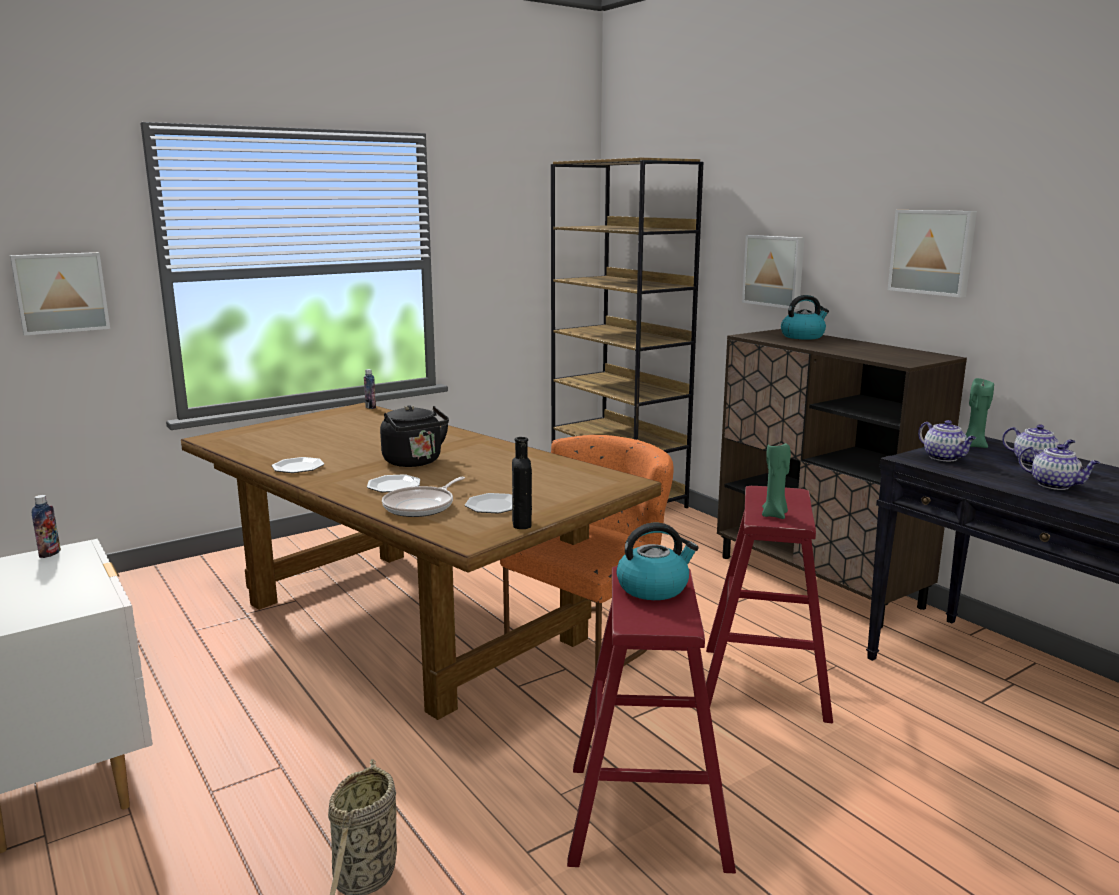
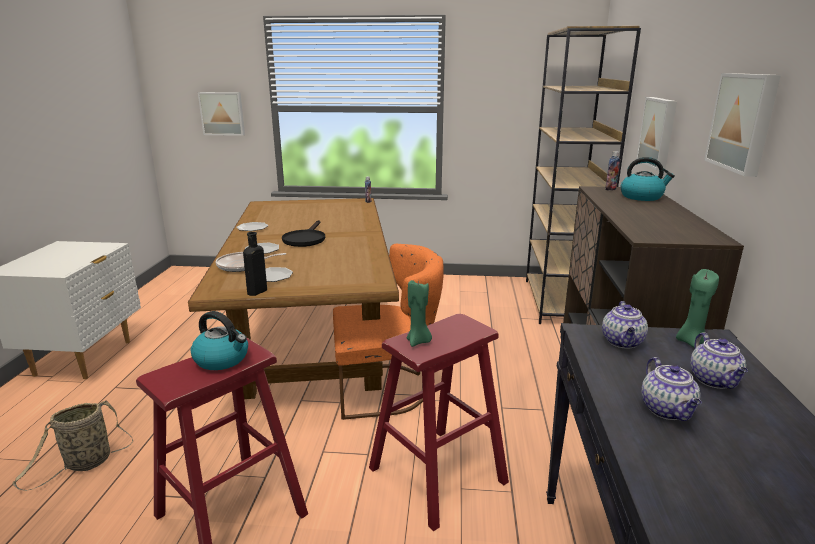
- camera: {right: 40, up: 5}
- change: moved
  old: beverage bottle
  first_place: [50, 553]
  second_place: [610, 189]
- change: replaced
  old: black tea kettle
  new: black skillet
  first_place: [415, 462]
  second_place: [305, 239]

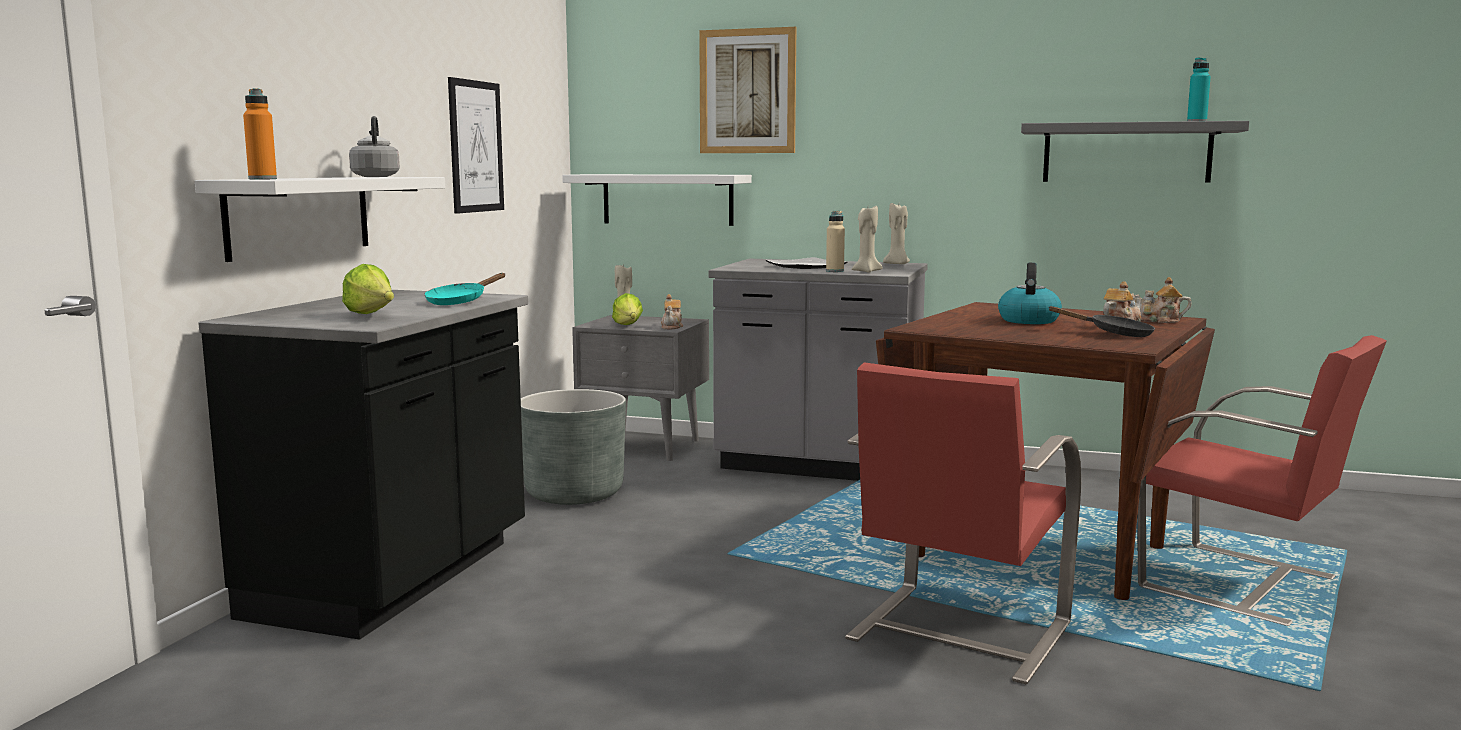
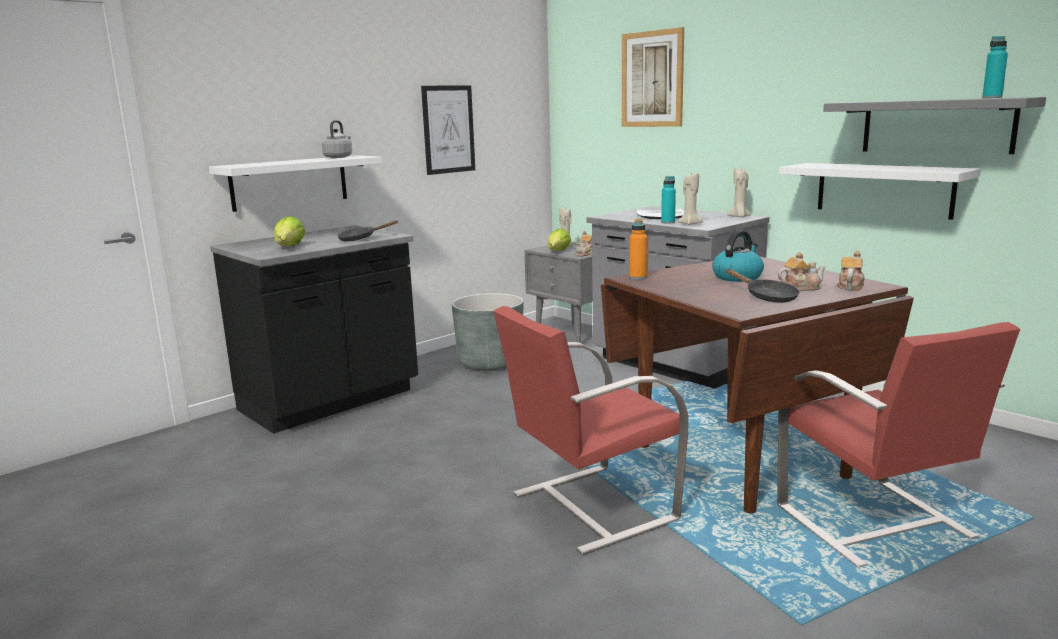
- camera: {right: 30, up: 5}
- change: moved
  old: orange-coloured beverage bottle
  first_place: [262, 179]
  second_place: [638, 277]
- change: moved
  old: white bracket shelf
  first_place: [667, 199]
  second_place: [883, 189]
- change: recoloured
  old: turquoise skillet
  new: black skillet
  first_place: [460, 302]
  second_place: [361, 239]
- change: recoloured
  old: sand-coloured beverage bottle
  new: turquoise beverage bottle
  first_place: [835, 271]
  second_place: [668, 222]
- change: turned
  old: pot for tea
  first_place: [1159, 321]
  second_place: [850, 286]
  degrees: 75

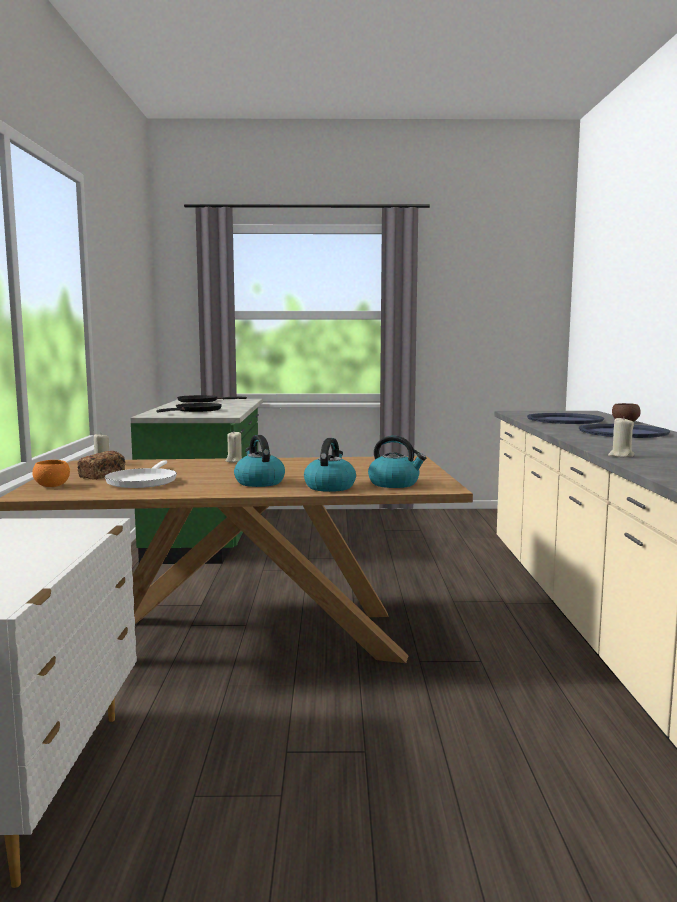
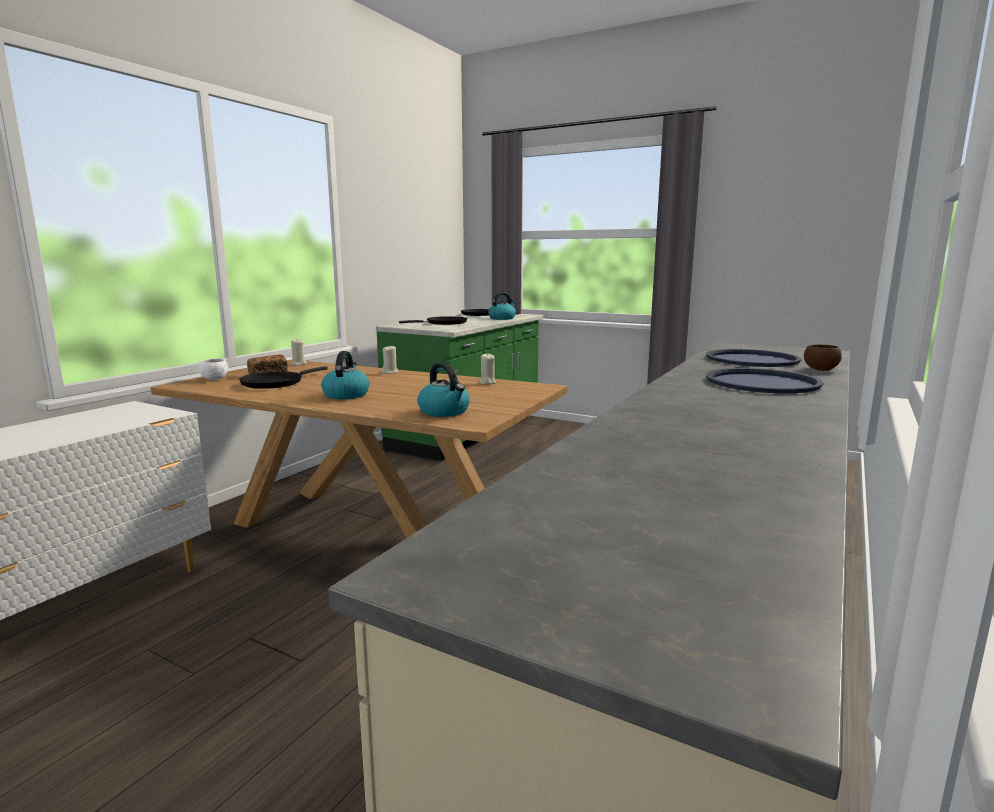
- camera: {right: 30, up: 5}
- change: moved
  old: tea kettle
  first_place: [330, 487]
  second_place: [502, 318]
- change: moved
  old: sand-coloured wax candle
  first_place: [621, 455]
  second_place: [487, 382]
- change: recoloured
  old: orange-coloured bowl
  new: white bowl
  first_place: [52, 486]
  second_place: [214, 379]
- change: recoloured
  old: white skillet
  new: black skillet
  first_place: [142, 481]
  second_place: [275, 383]

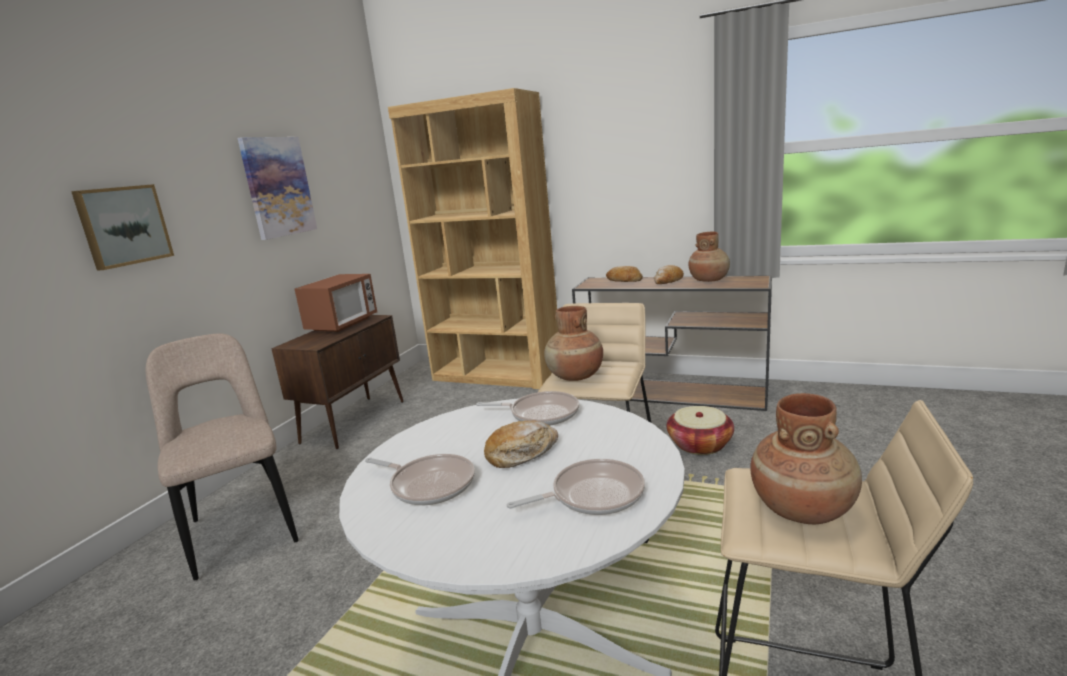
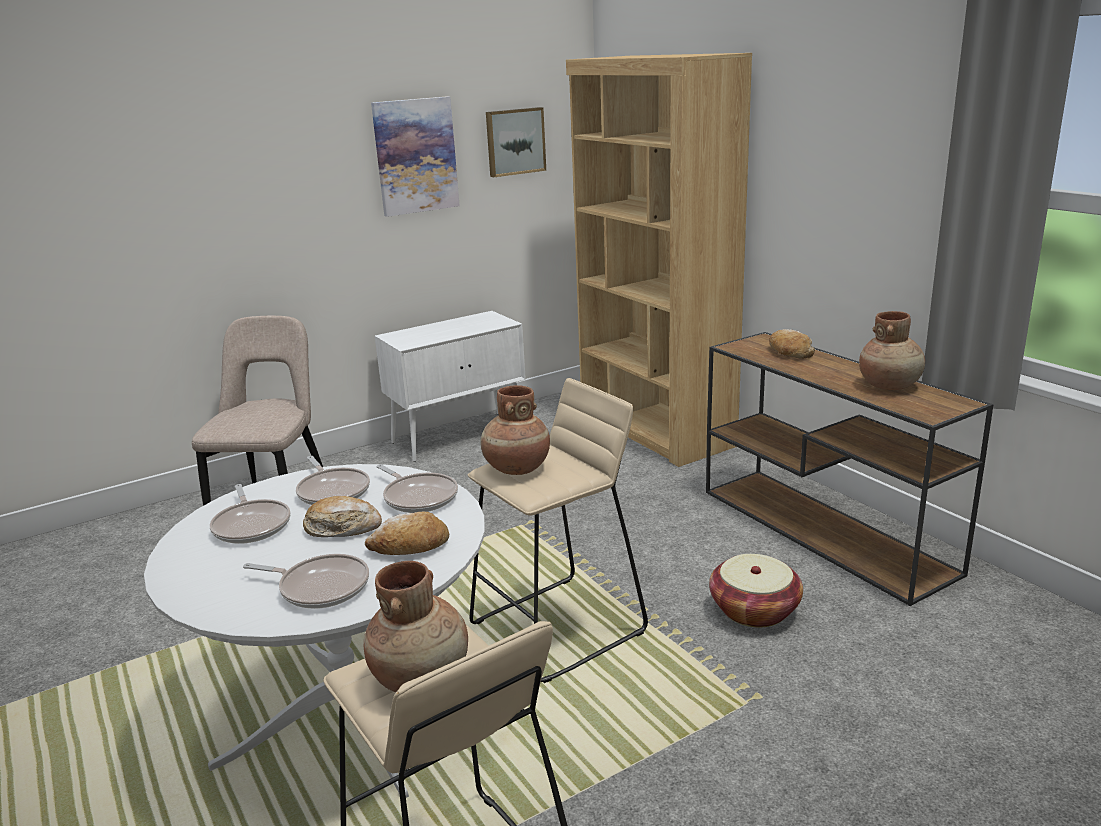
- camera: {right: 35, up: 5}
- change: removed
  old: kitchen microwave
  first_place: [342, 324]
- change: added
  new: skillet
  second_place: [333, 491]
- change: moved
  old: picture
  first_place: [123, 226]
  second_place: [514, 141]
- change: moved
  old: bread
  first_place: [668, 281]
  second_place: [410, 546]
- change: recoloured
  old: brownish cupboard
  new: white cupboard
  first_place: [355, 421]
  second_place: [460, 436]

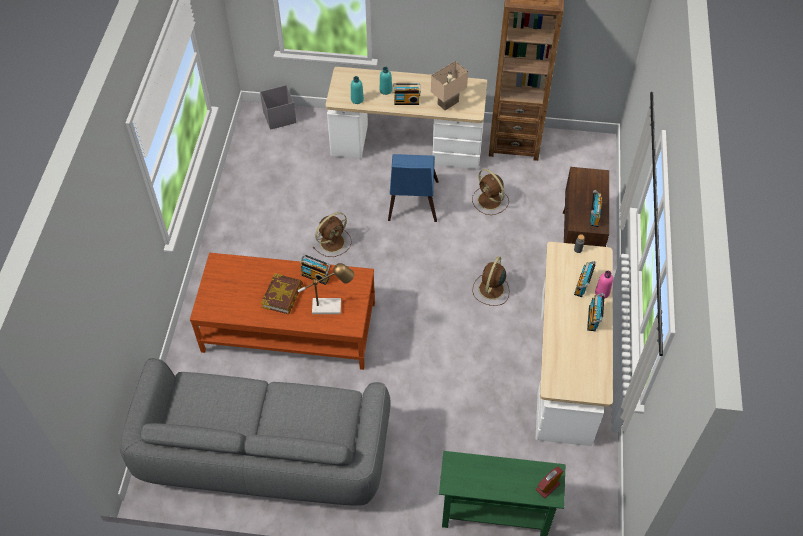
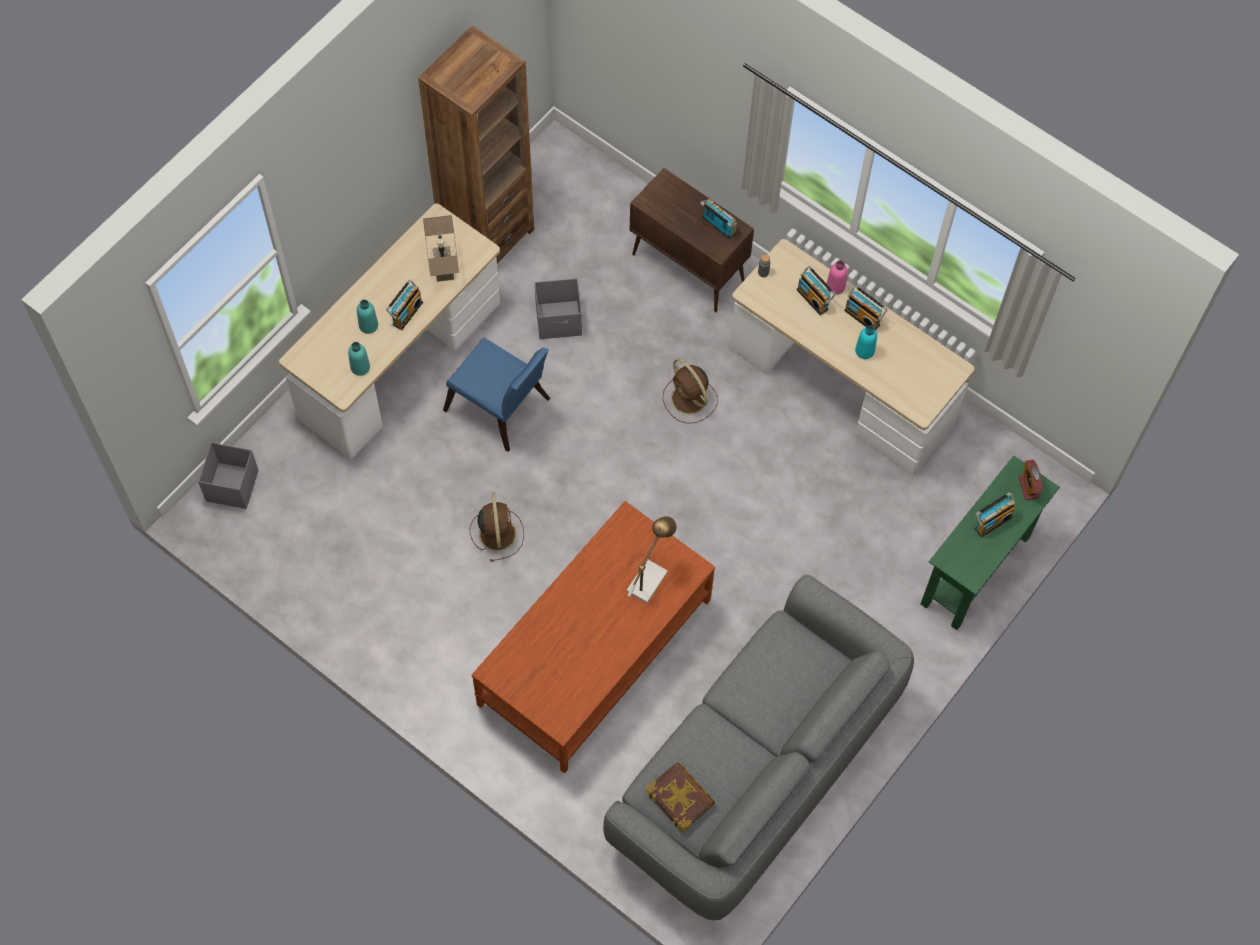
- camera: {right: -60, up: 10}
- change: added
  new: turquoise beverage bottle
  second_place: [864, 351]
- change: moved
  old: bound book
  first_place: [282, 296]
  second_place: [680, 797]
- change: moved
  old: radio set
  first_place: [316, 276]
  second_place: [992, 521]
- change: replaced
  old: brownish fan
  new: gray storage bin
  first_place: [490, 201]
  second_place: [559, 320]

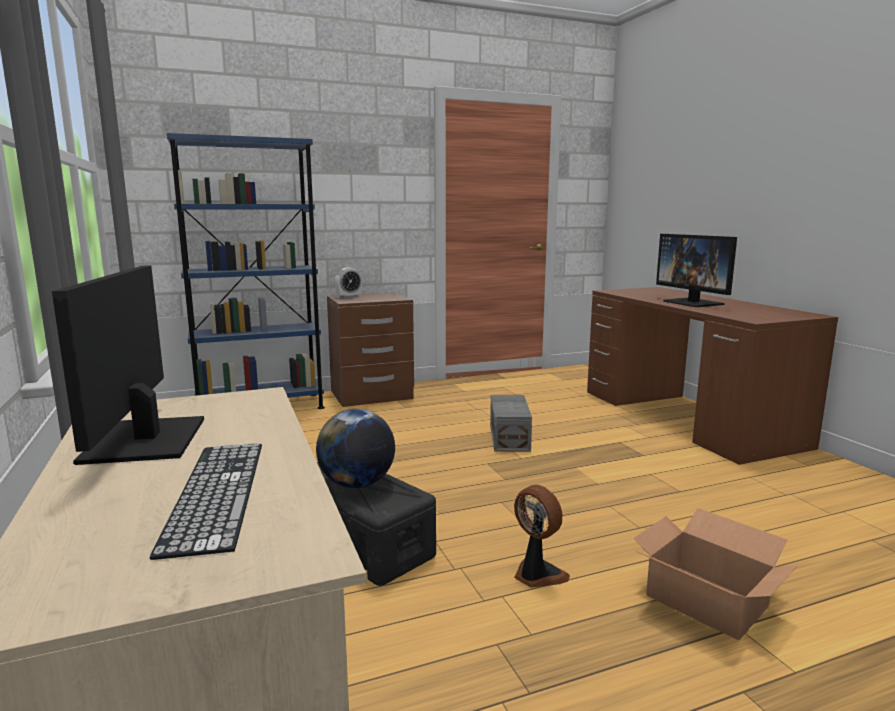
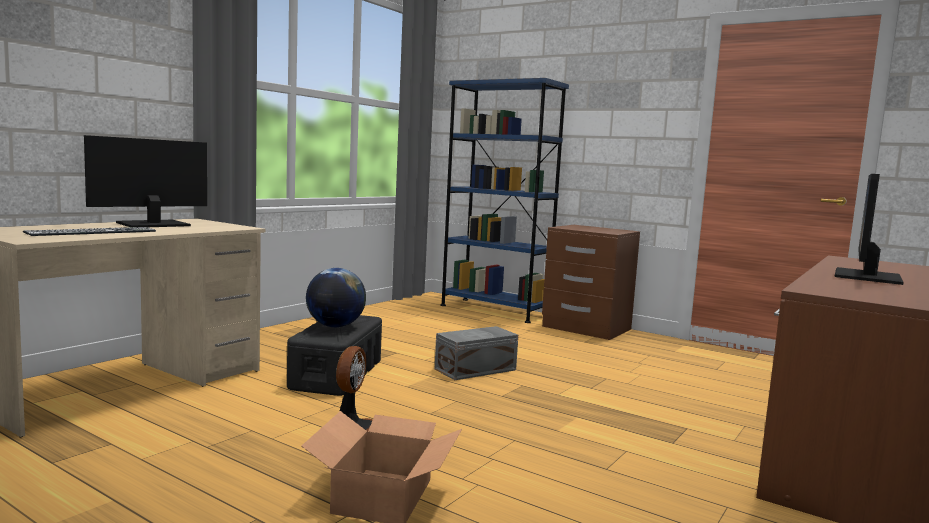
- camera: {right: 55, up: -5}
- change: removed
  old: alarm clock
  first_place: [349, 297]
- change: moved
  old: gray storage bin
  first_place: [510, 437]
  second_place: [477, 370]

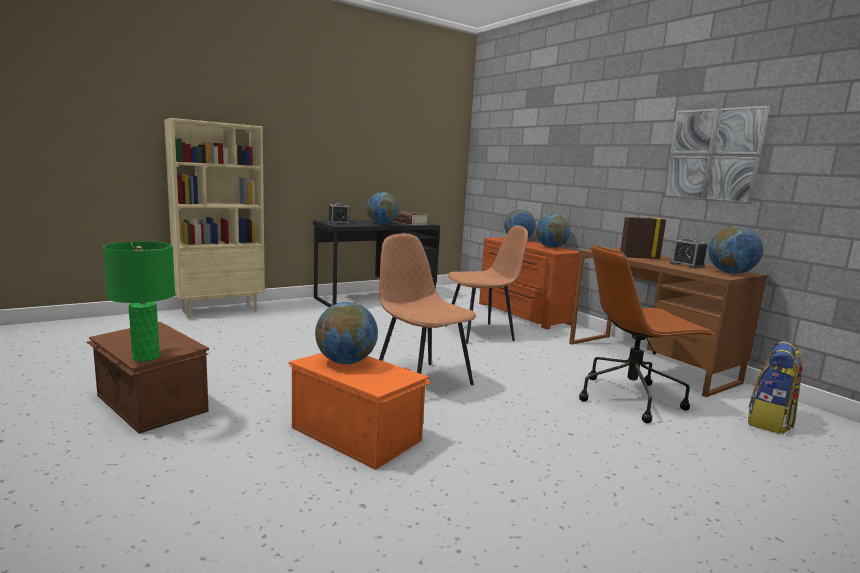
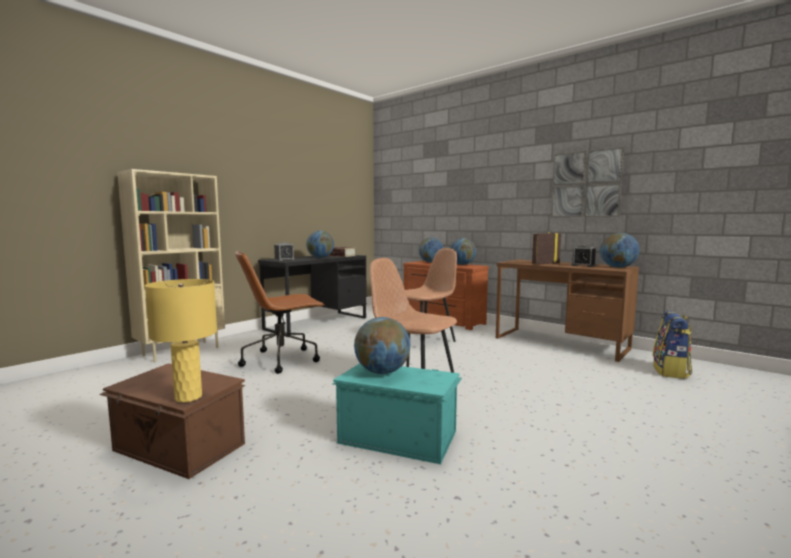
- camera: {right: -15, up: -5}
- change: moved
  old: brownish desk chair
  first_place: [630, 398]
  second_place: [282, 360]
- change: recoloured
  old: greenish lamp for a table
  new: yellow-coloured lamp for a table
  first_place: [146, 357]
  second_place: [188, 397]
- change: recoloured
  old: orange-coloured storage bin
  new: turquoise storage bin
  first_place: [357, 433]
  second_place: [398, 436]

